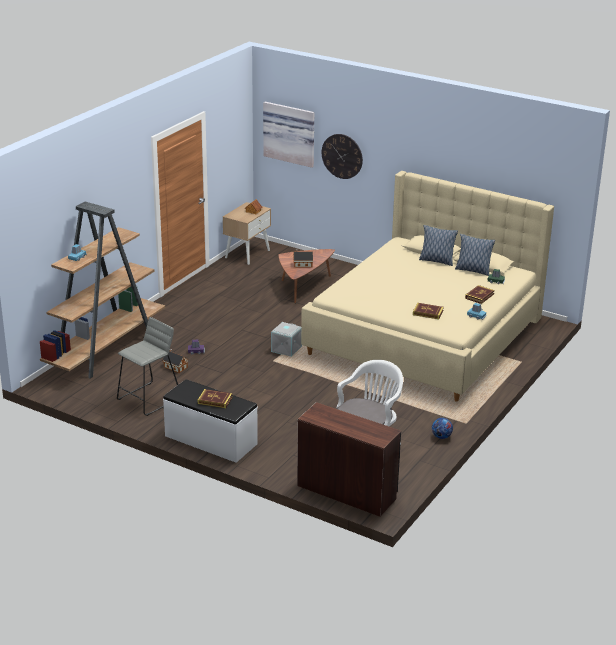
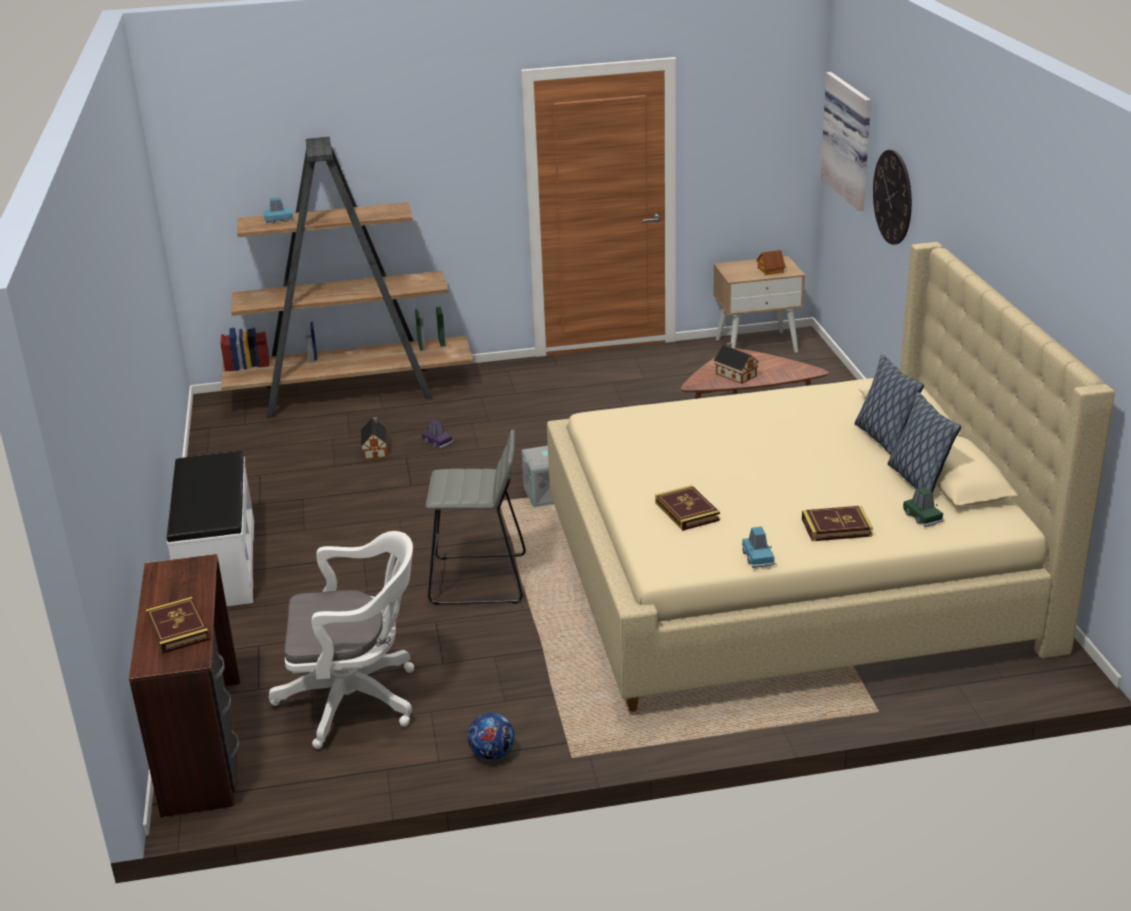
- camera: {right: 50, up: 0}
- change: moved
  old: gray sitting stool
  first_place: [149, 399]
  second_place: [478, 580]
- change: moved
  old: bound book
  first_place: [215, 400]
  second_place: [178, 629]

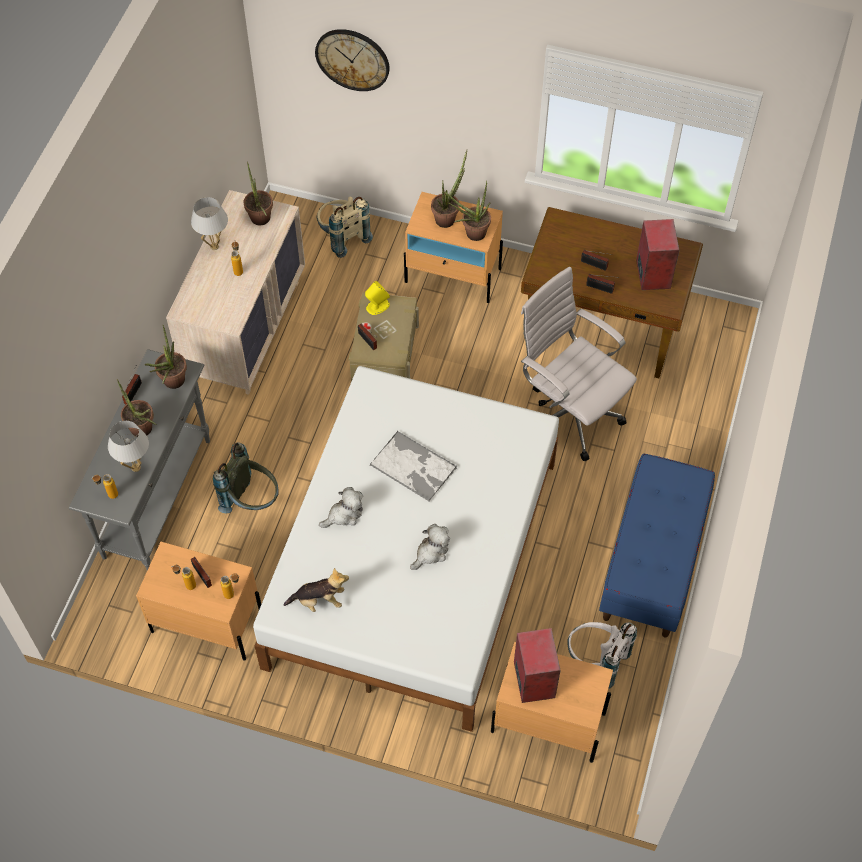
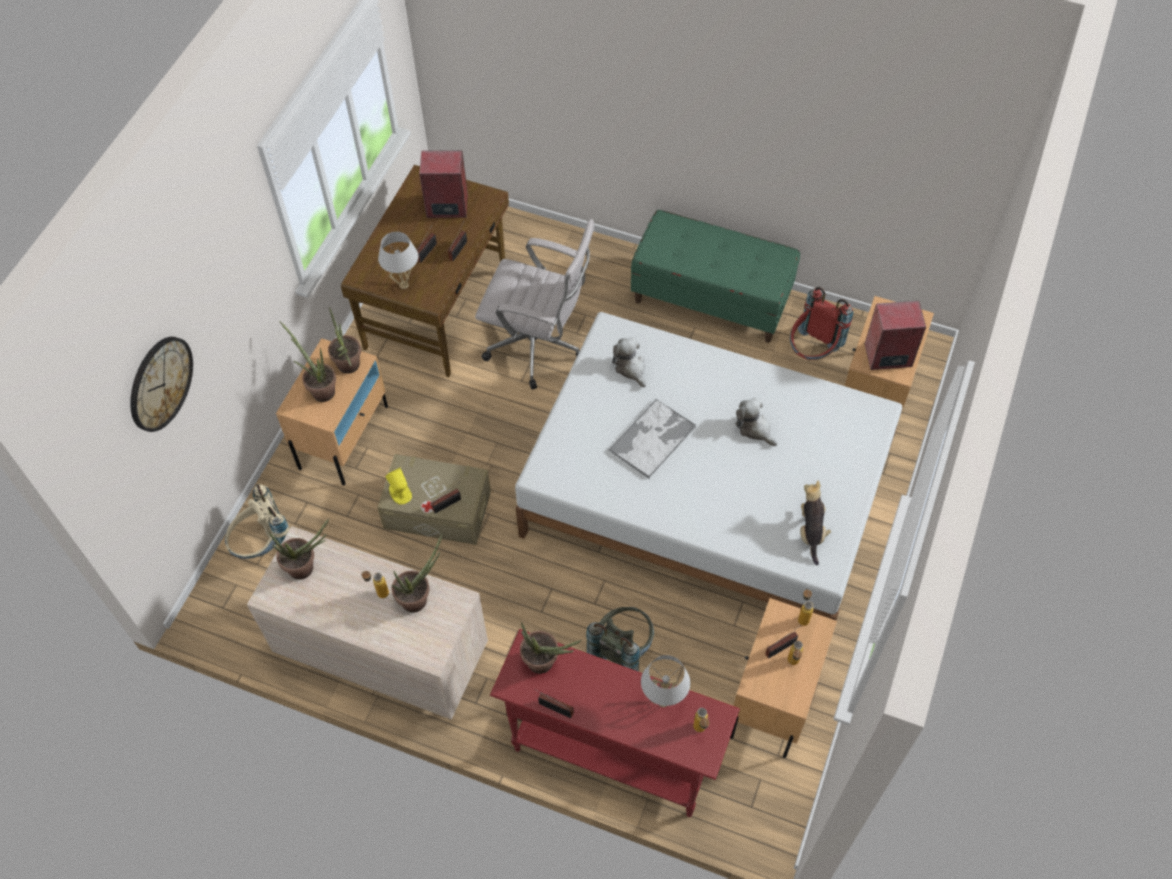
- camera: {right: -85, up: 0}
- change: moved
  old: potted plant
  first_place: [144, 431]
  second_place: [419, 597]
- change: moved
  old: white lamp for a table
  first_place: [214, 247]
  second_place: [404, 285]
- change: moved
  old: cuddly toy
  first_place: [344, 514]
  second_place: [630, 368]
- change: recoloured
  old: gray hall table
  new: reddish hall table
  first_place: [158, 497]
  second_place: [611, 754]
- change: recoloured
  old: white backpack
  new: reddish backpack
  first_place: [596, 661]
  second_place: [812, 352]
- change: recoloured
  old: blue-coloured indoor bench
  new: greenish indoor bench
  first_place: [652, 563]
  second_place: [711, 299]
- change: turned
  old: white desk chair
  first_place: [568, 414]
  second_place: [539, 347]
  degrees: -120

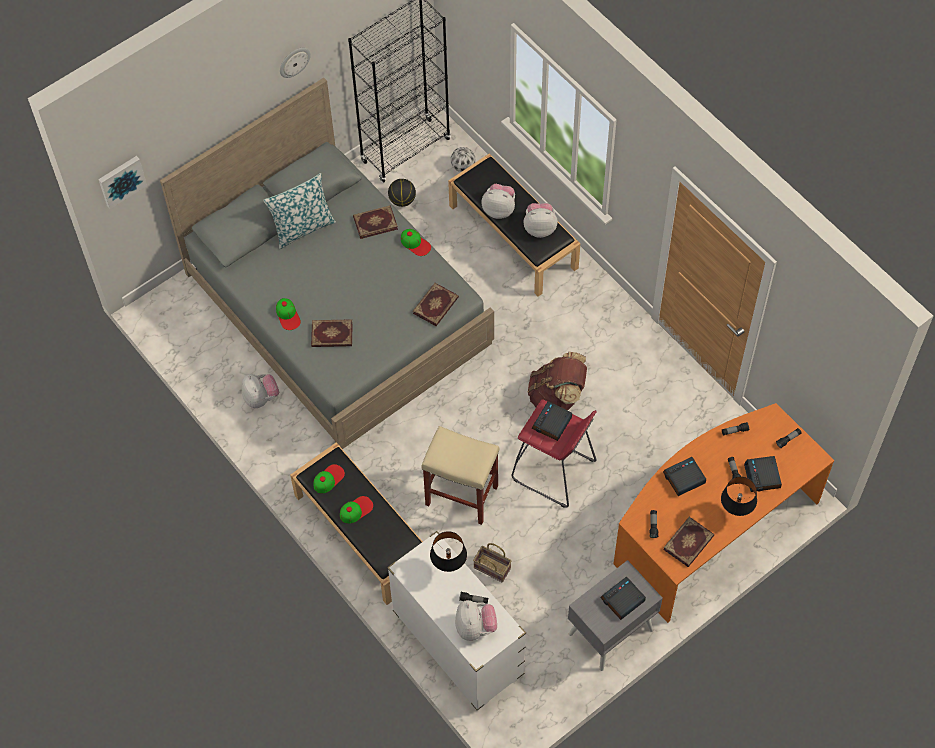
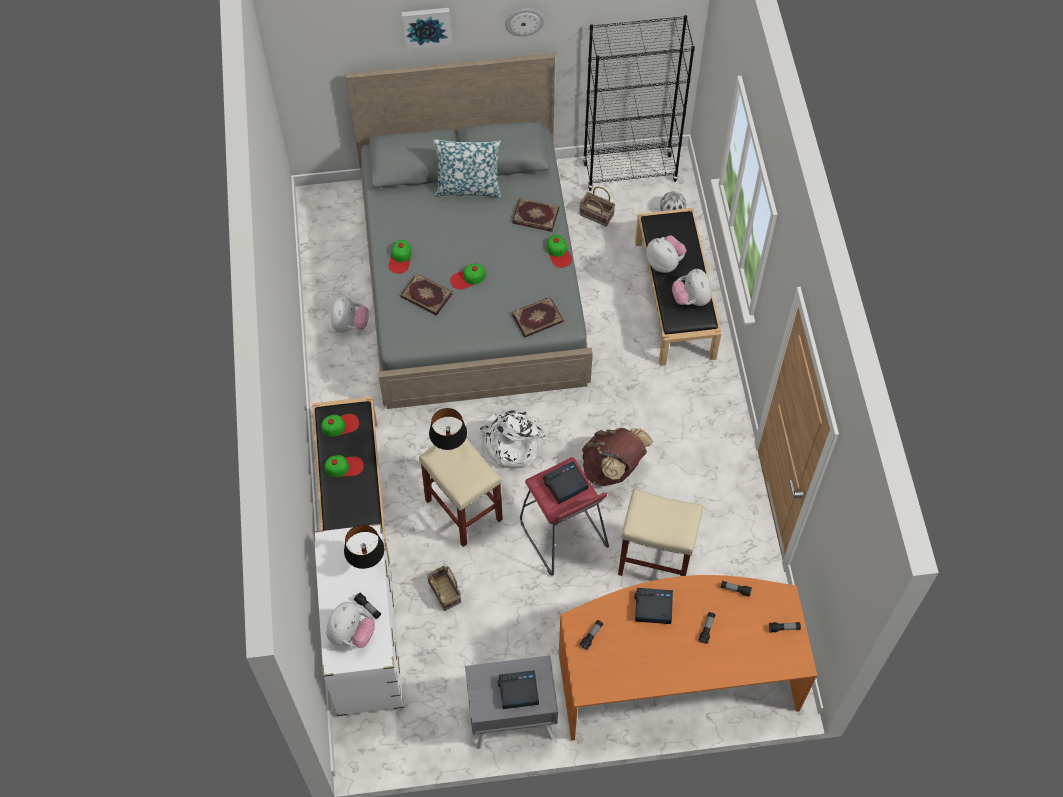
- camera: {right: 30, up: 0}
- change: removed
  old: bound book
  first_place: [689, 543]
- change: removed
  old: alarm clock
  first_place: [762, 476]
- change: added
  new: peaked cap
  second_place: [468, 278]
- change: added
  new: white backpack
  second_place: [511, 444]
- change: added
  new: sand-coloured sitting stool
  second_place: [656, 560]
- change: moved
  old: picture
  first_place: [121, 180]
  second_place: [426, 26]
- change: moved
  old: black lamp for a table
  first_place: [734, 513]
  second_place: [449, 448]
- change: replaced
  old: basketball ball
  new: storage basket
  first_place: [402, 200]
  second_place: [595, 215]
- change: turned
  old: cuddly toy
  first_place: [539, 228]
  second_place: [691, 299]
  degrees: -135

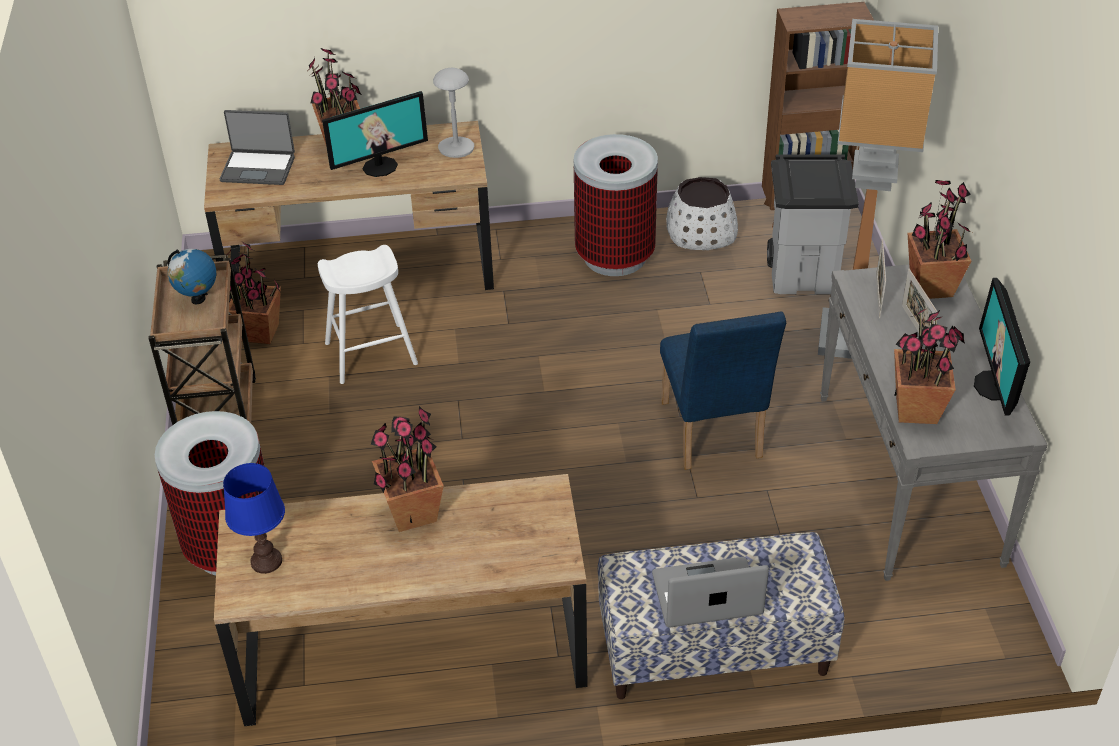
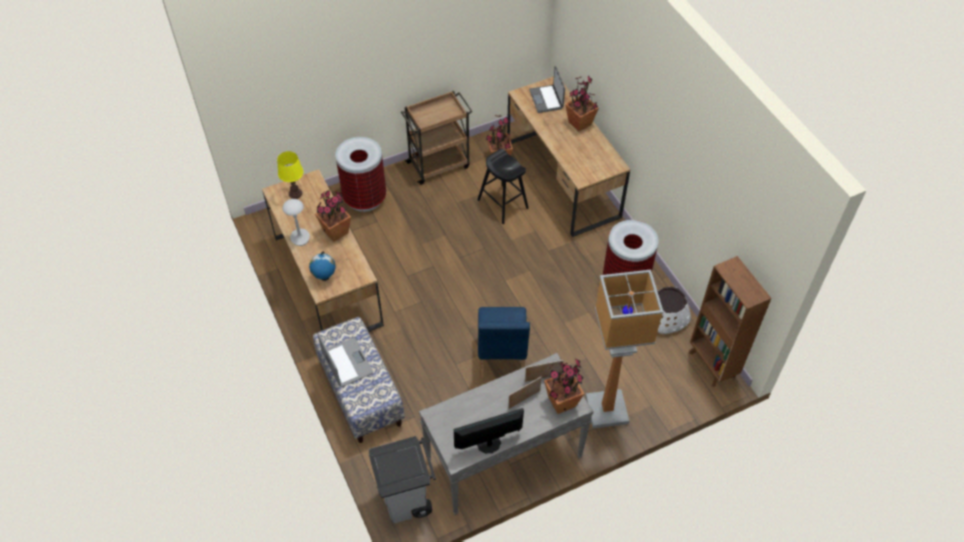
- camera: {right: 70, up: 10}
- change: removed
  old: computer display
  first_place: [380, 166]
- change: removed
  old: potted plant
  first_place: [917, 409]
- change: moved
  old: globe
  first_place: [198, 299]
  second_place: [324, 277]
- change: moved
  old: gray lamp for a table
  first_place: [456, 149]
  second_place: [300, 238]
- change: moved
  old: gray rubbish bin
  first_place: [804, 274]
  second_place: [407, 500]
- change: recoloured
  old: blue-coloured lamp for a table
  new: yellow-coloured lamp for a table
  first_place: [267, 561]
  second_place: [295, 194]
- change: recoloured
  old: white sitting stool
  new: black sitting stool
  first_place: [371, 353]
  second_place: [503, 204]
- change: turned
  old: blue-coloured upright chair
  first_place: [712, 436]
  second_place: [501, 360]
  degrees: -60

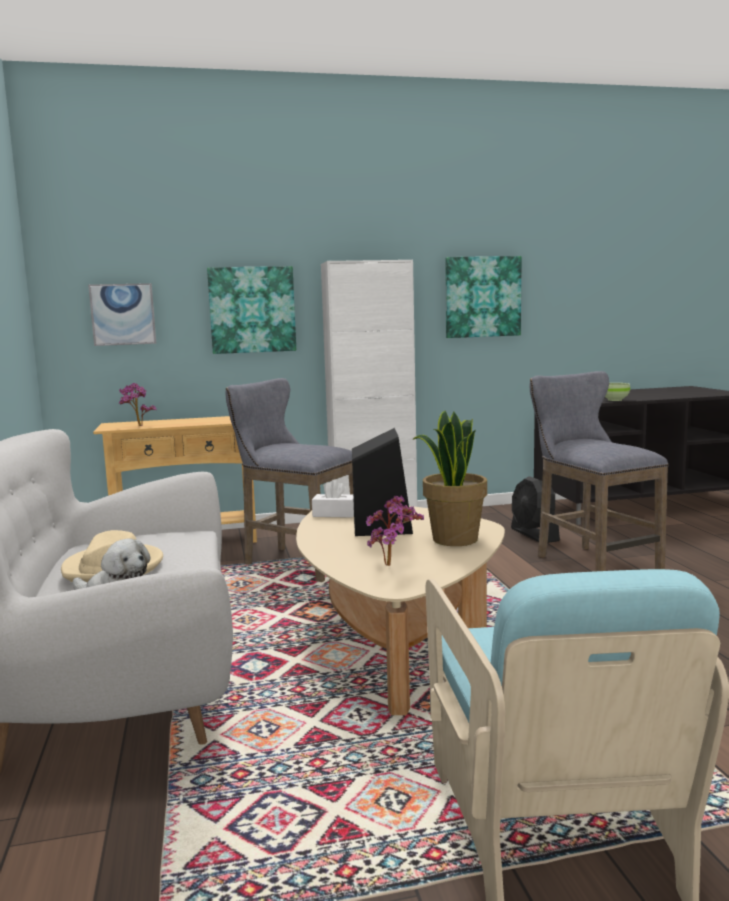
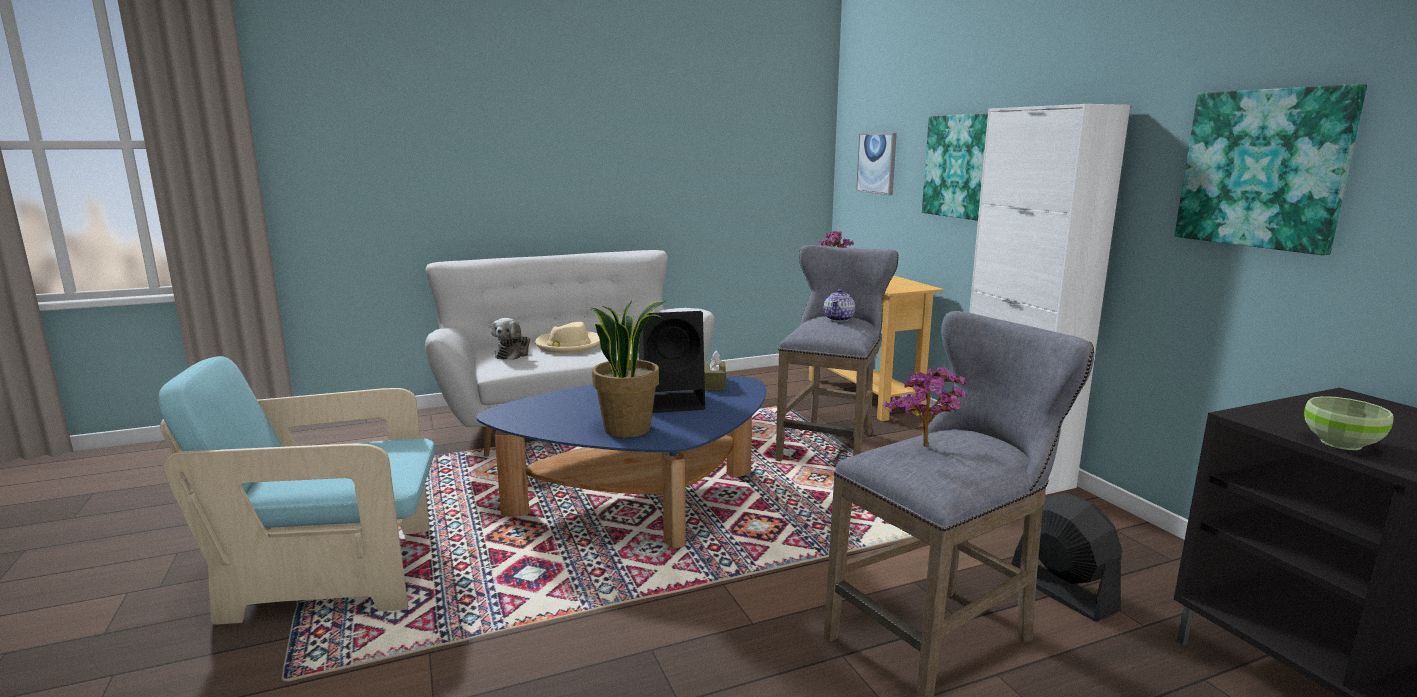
- camera: {right: 80, up: 5}
- change: added
  new: pot for tea
  second_place: [839, 319]
- change: moved
  old: potted plant
  first_place: [393, 566]
  second_place: [926, 449]
- change: recoloured
  old: sand-coloured low table
  new: blue-coloured low table
  first_place: [394, 640]
  second_place: [641, 504]
- change: recoloured
  old: white tissue box
  new: brownish tissue box
  first_place: [334, 514]
  second_place: [714, 384]
- change: turned
  old: black fan
  first_place: [534, 535]
  second_place: [1062, 591]
  degrees: 90

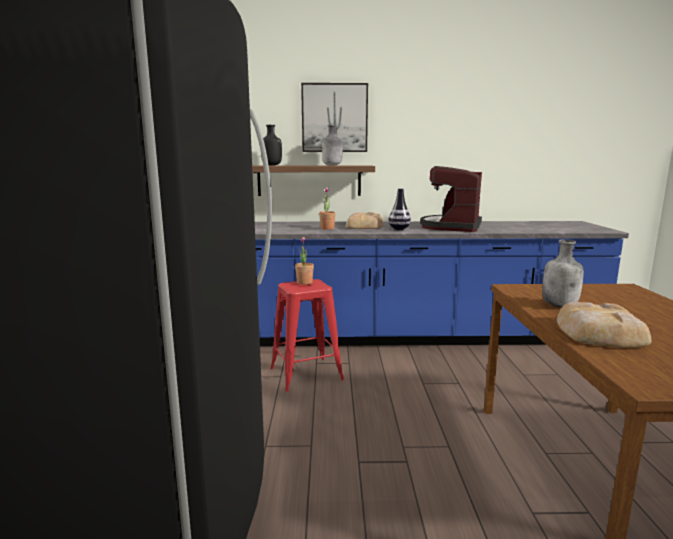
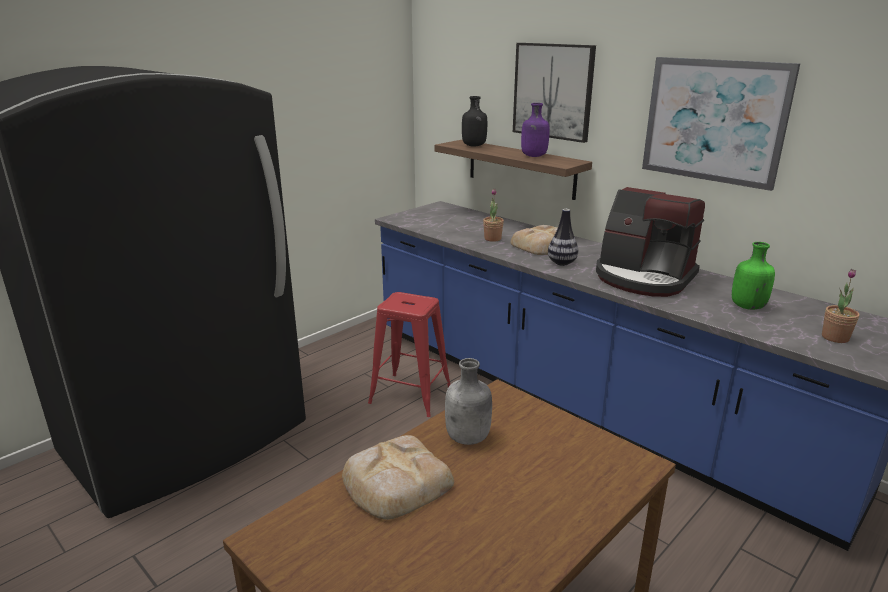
- camera: {right: 45, up: 10}
- change: added
  new: picture
  second_place: [714, 121]
- change: added
  new: greenish beverage bottle
  second_place: [747, 306]
- change: moved
  old: potted plant
  first_place: [304, 282]
  second_place: [835, 337]
- change: recoloured
  old: gray beverage bottle
  new: purple beverage bottle
  first_place: [332, 165]
  second_place: [533, 156]
- change: turned
  old: coffee maker
  first_place: [452, 227]
  second_place: [643, 278]
  degrees: -120

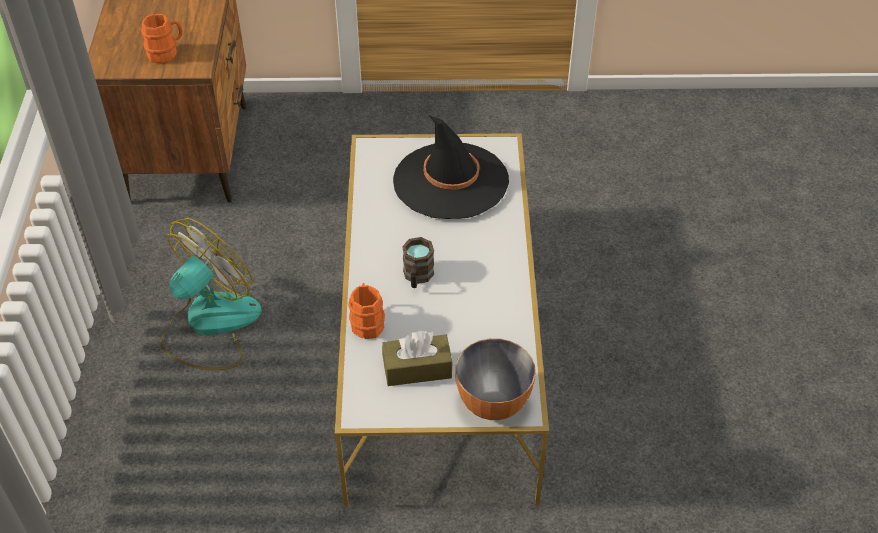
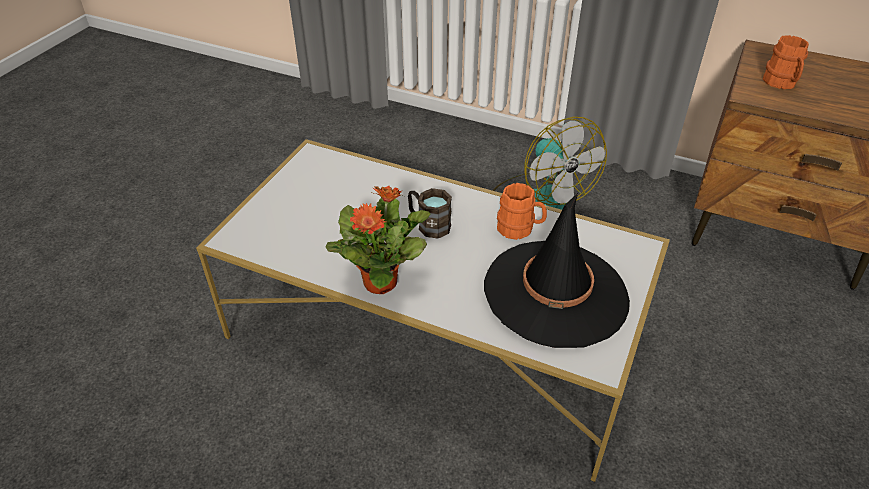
- camera: {right: 115, up: -5}
- change: removed
  old: brownish tissue box
  first_place: [417, 368]
- change: removed
  old: bowl
  first_place: [493, 403]
- change: added
  new: potted plant
  second_place: [381, 282]
- change: moved
  old: orange-coloured mug
  first_place: [367, 321]
  second_place: [520, 229]

